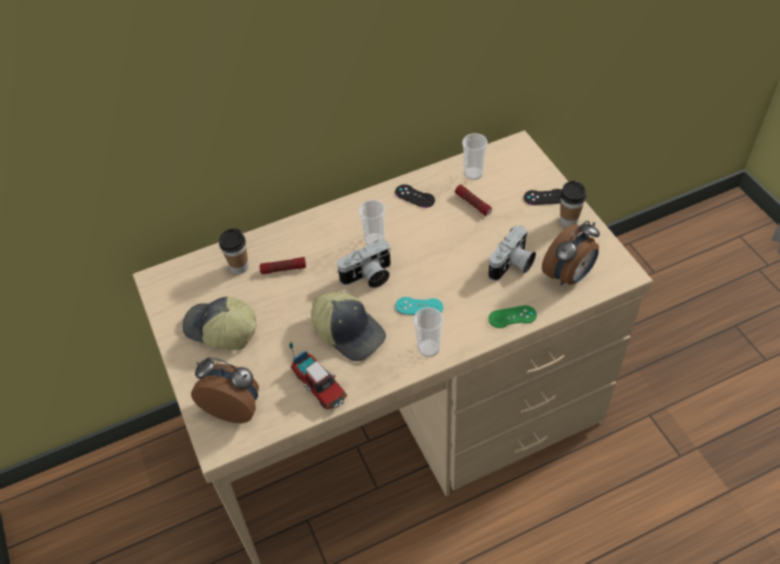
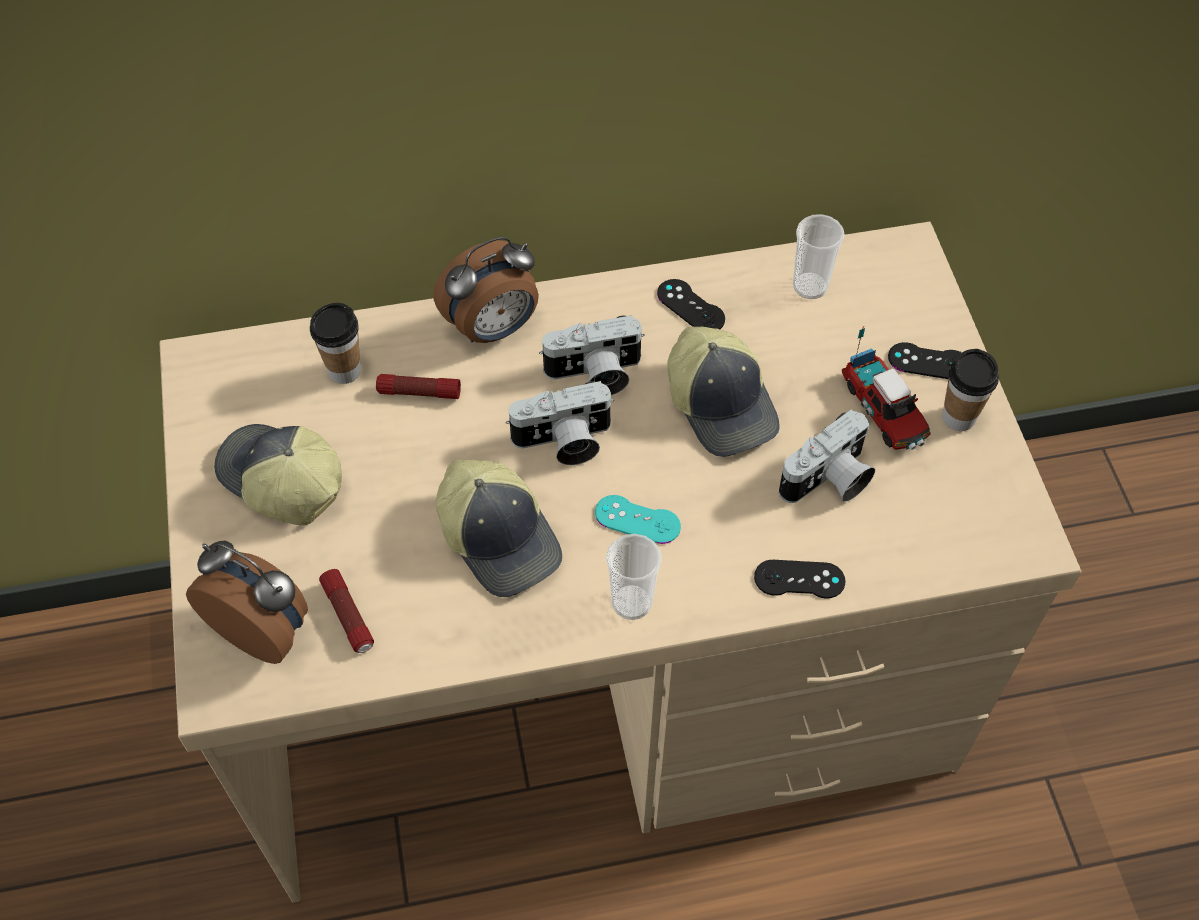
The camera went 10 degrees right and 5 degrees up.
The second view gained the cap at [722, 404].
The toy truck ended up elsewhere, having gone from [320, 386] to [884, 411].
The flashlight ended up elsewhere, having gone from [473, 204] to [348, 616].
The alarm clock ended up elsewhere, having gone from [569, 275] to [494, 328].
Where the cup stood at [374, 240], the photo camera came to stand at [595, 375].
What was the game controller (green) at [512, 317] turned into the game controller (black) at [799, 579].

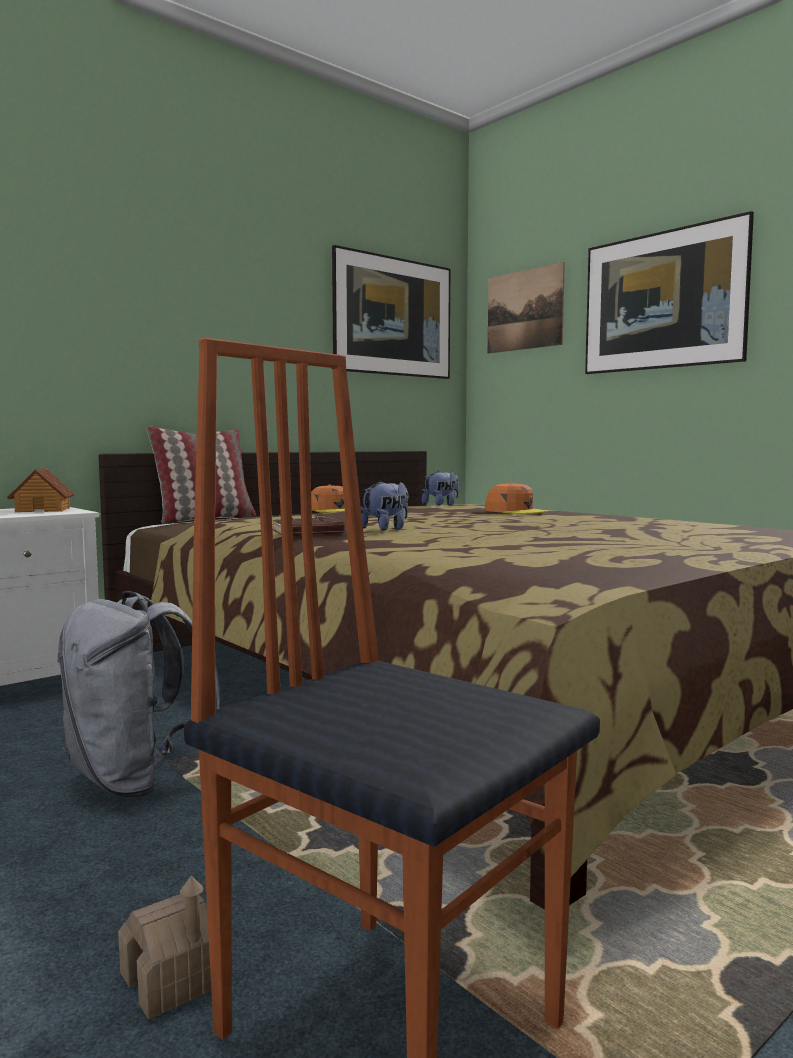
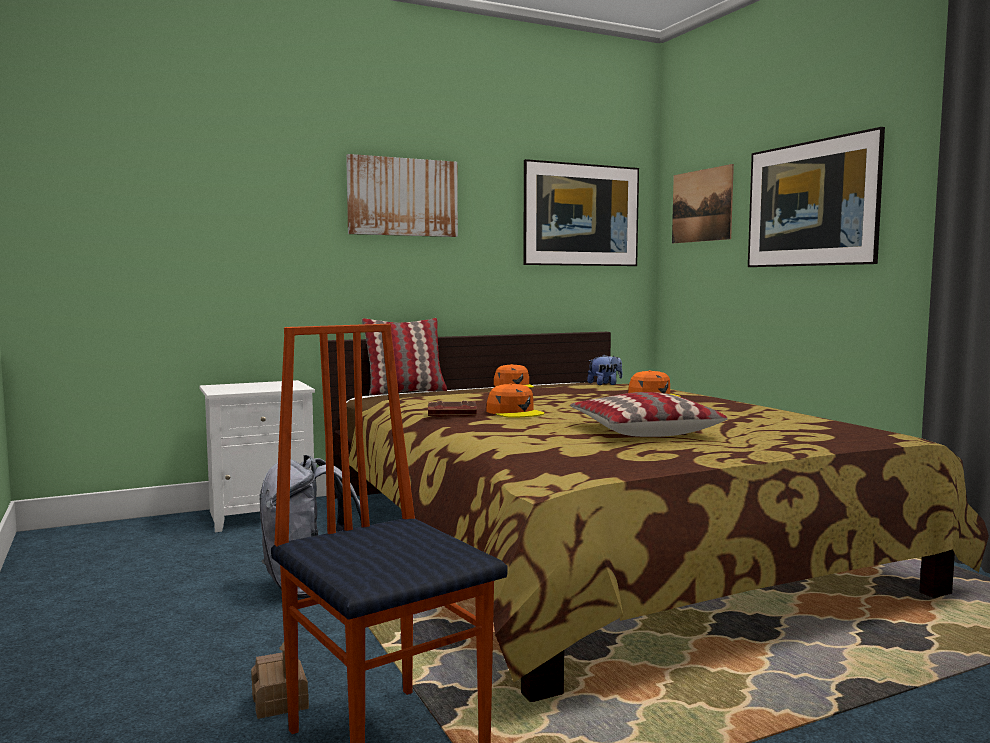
The camera went 15 degrees right and 0 degrees up.
The second view lost the toy house at [43, 510].
The second view gained the picture at [402, 197].
The second view gained the pillow at [643, 431].
Where the plush toy stood at [386, 529], the cap (orange) came to stand at [515, 412].

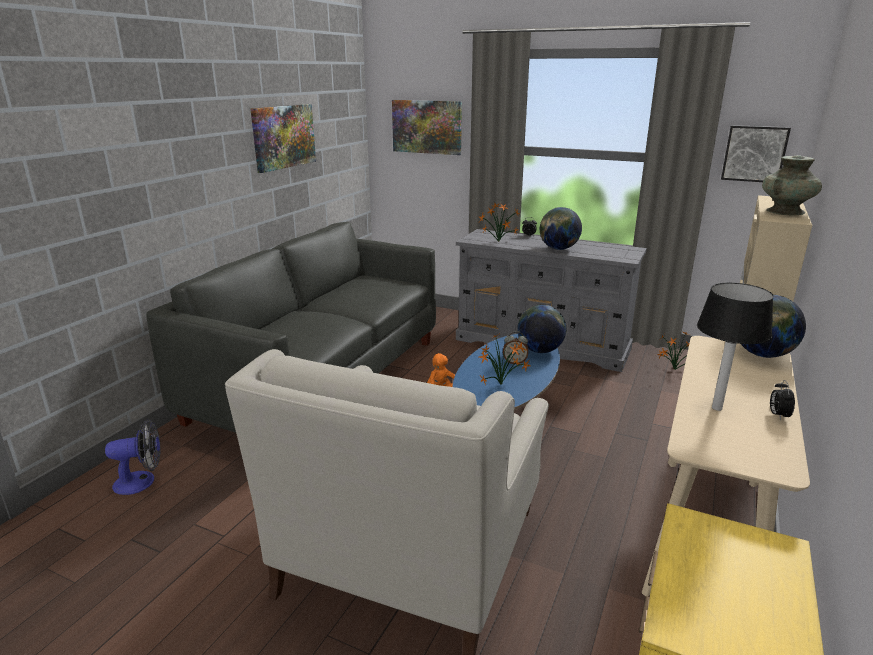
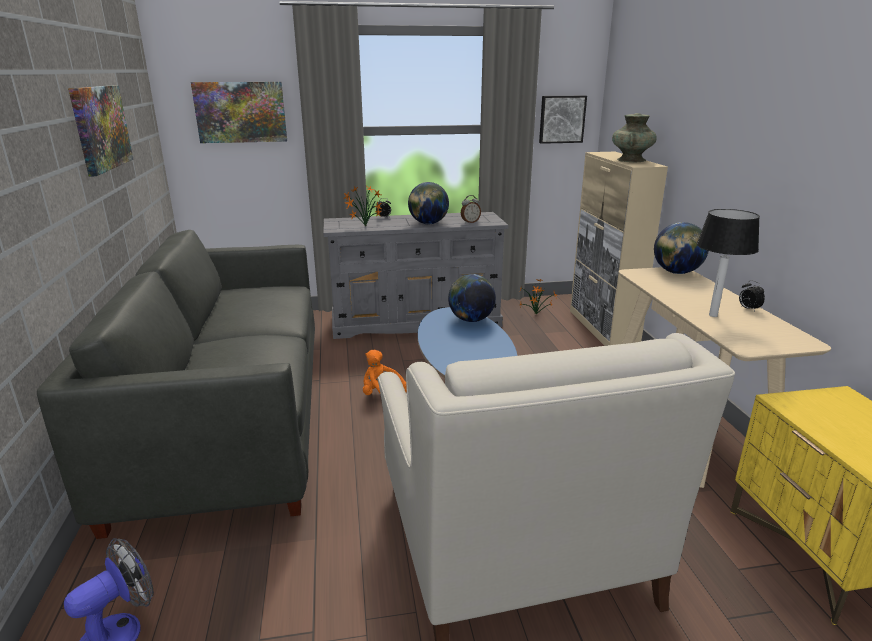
The camera went 35 degrees left and 0 degrees up.
The second view lost the potted plant at [502, 384].
The alarm clock ended up elsewhere, having gone from [514, 362] to [470, 222].

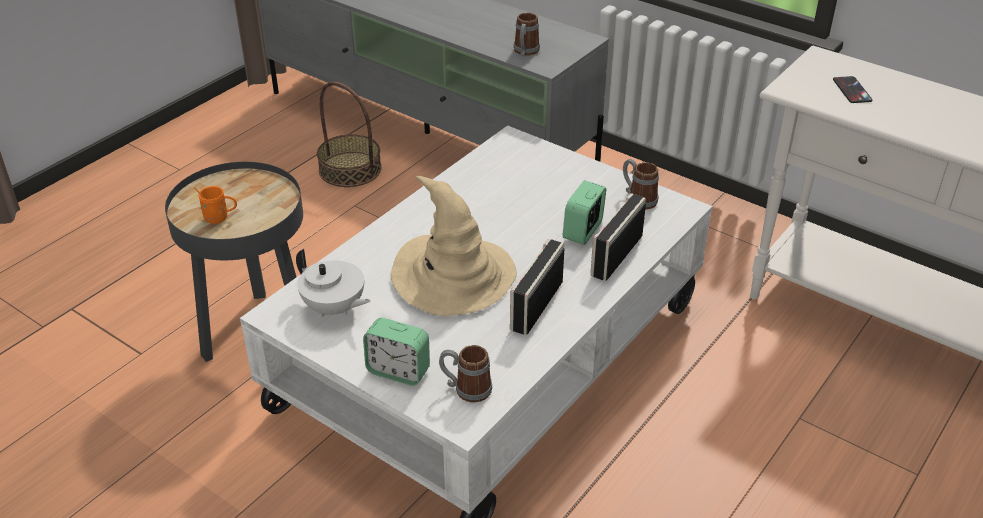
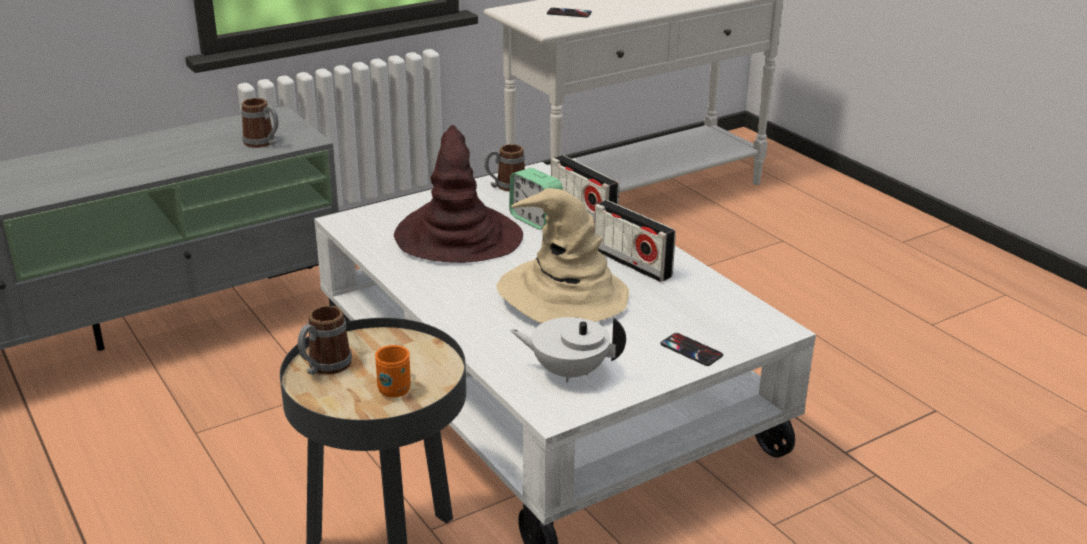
The camera went 70 degrees left and 10 degrees down.
The second view lost the basket at [350, 169].
The second view gained the hat (brown) at [458, 237].
The mug ended up elsewhere, having gone from [466, 389] to [324, 367].
Where the alarm clock stood at [398, 371], the phone came to stand at [691, 350].
The teapot (white) at [334, 308] ended up facing another way, 135 degrees counterclockwise from before.

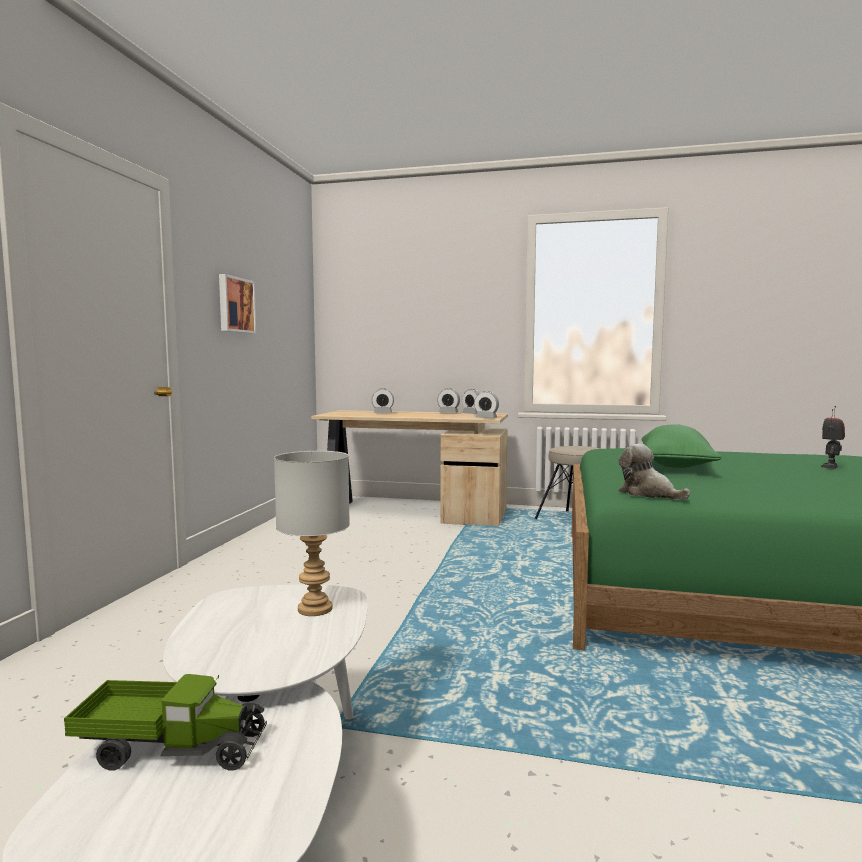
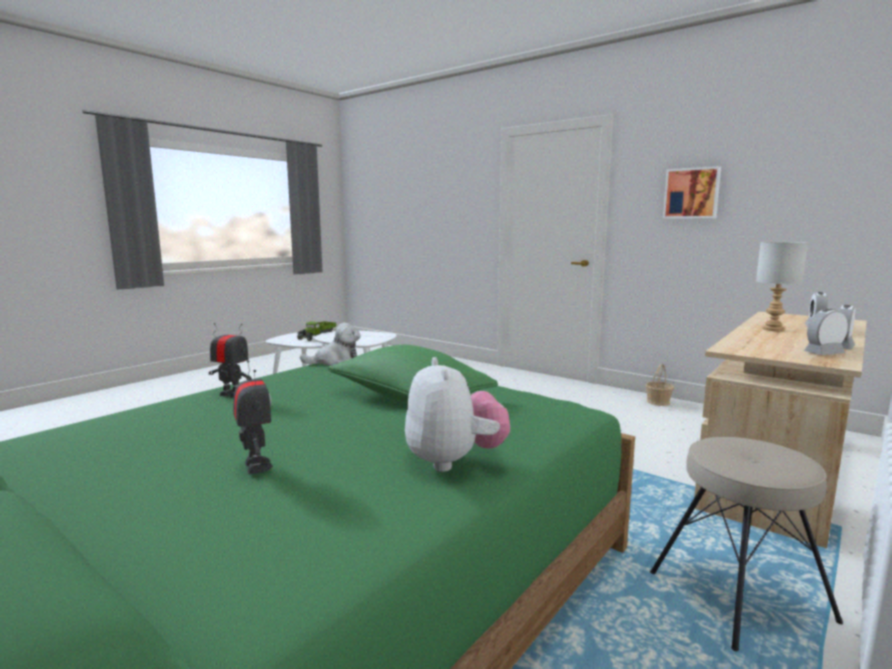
The camera went 115 degrees right and 5 degrees up.
The second view lost the alarm clock at [486, 418].
The second view gained the toy robot at [232, 395].
The second view gained the plush toy at [454, 461].
The second view gained the basket at [658, 402].
The table lamp (grey) ended up elsewhere, having gone from [315, 608] to [774, 329].

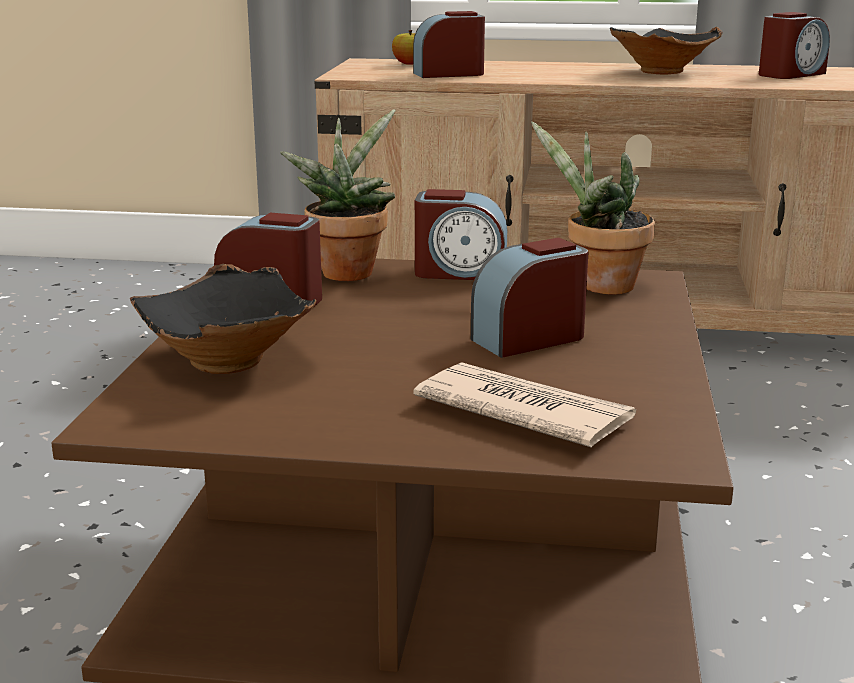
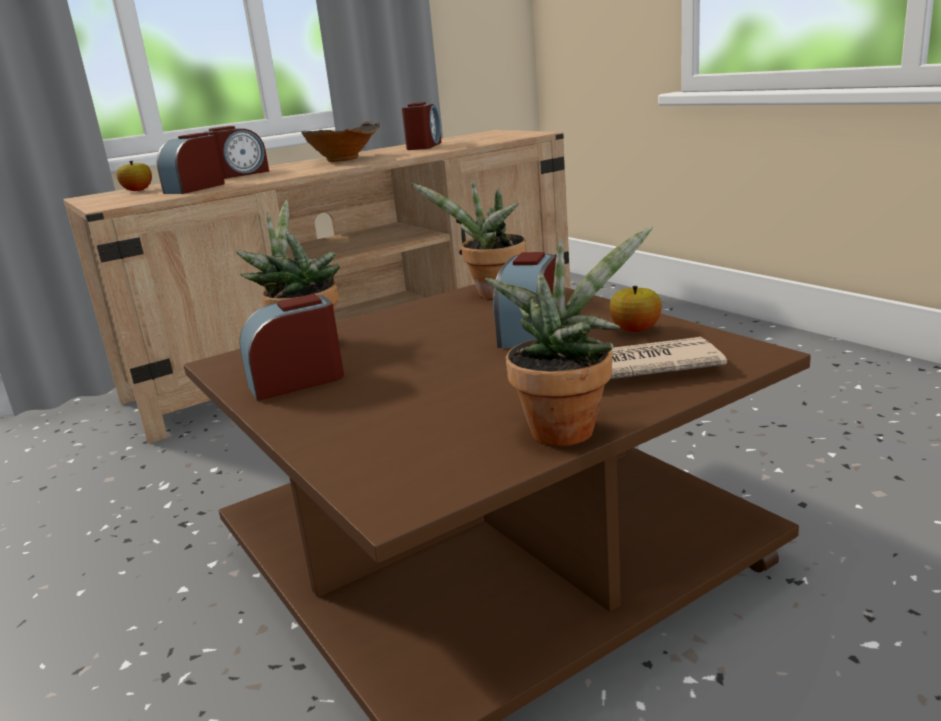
The camera went 40 degrees left and 0 degrees up.
The second view lost the bowl (black) at [233, 360].
The second view gained the potted plant at [567, 427].
The second view gained the apple at [635, 330].
The alarm clock ended up elsewhere, having gone from [460, 272] to [240, 174].

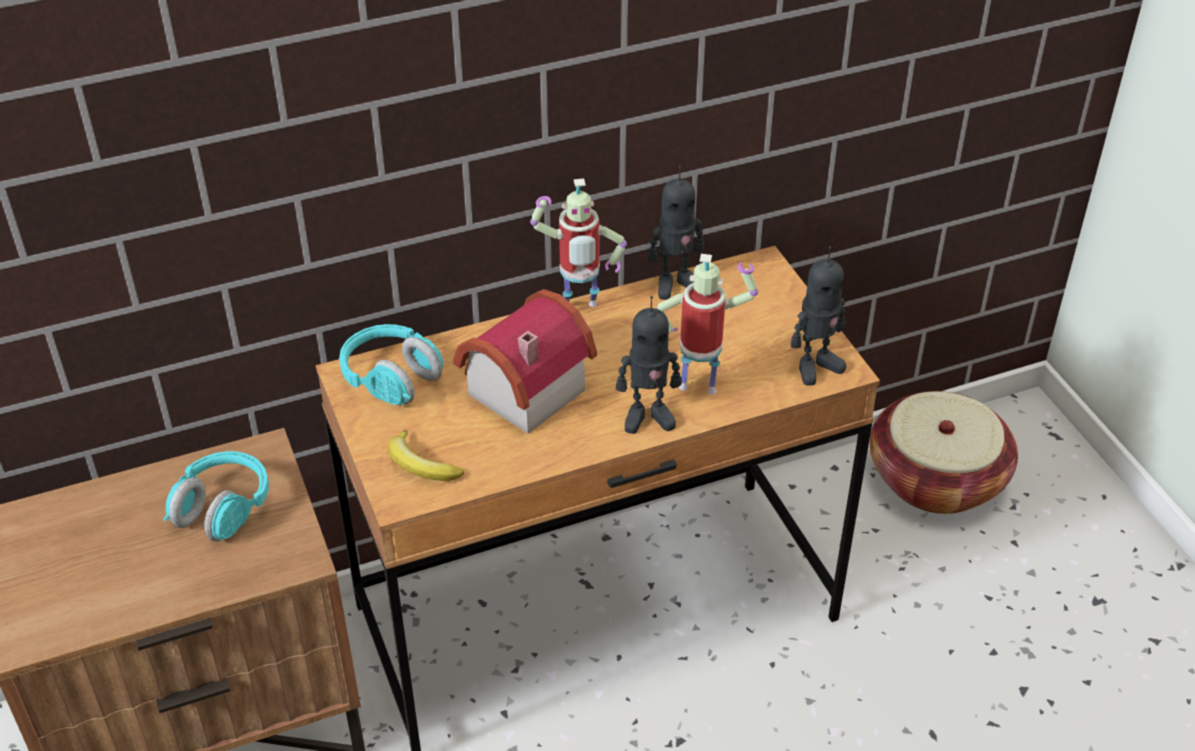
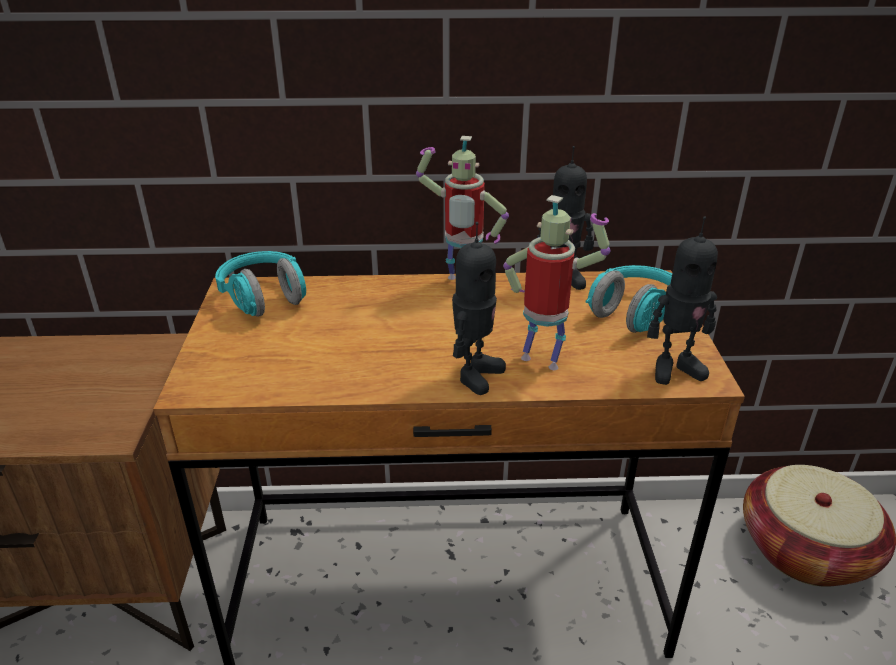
The camera went 20 degrees right and 10 degrees down.
The second view lost the banana at [421, 465].
The second view lost the toy house at [519, 390].
The headphones (turquoise) ended up elsewhere, having gone from [222, 510] to [634, 314].
The toy robot at [648, 417] ended up facing another way, 75 degrees counterclockwise from before.

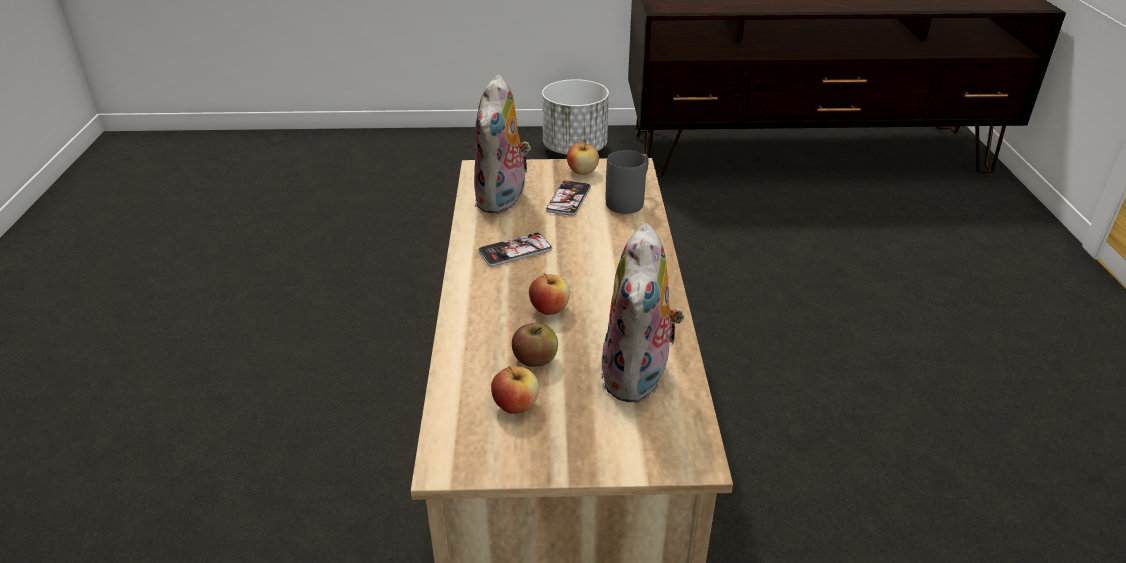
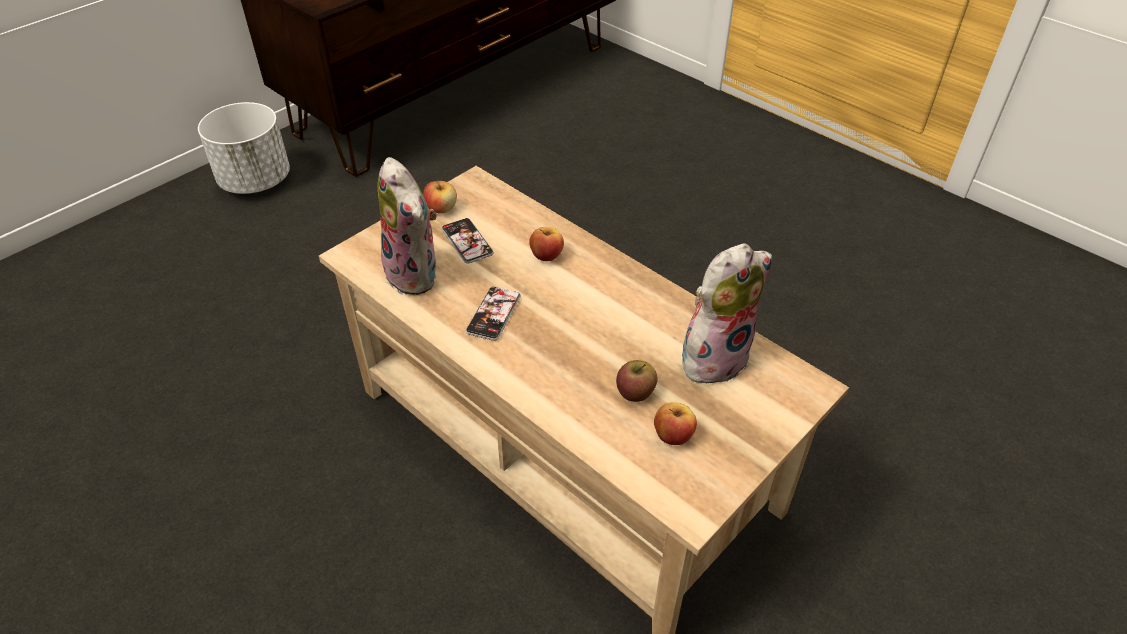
The camera went 45 degrees left and 10 degrees up.
The second view lost the mug (grey) at [629, 201].
The apple ended up elsewhere, having gone from [549, 309] to [546, 255].
The plush toy at [639, 378] ended up facing another way, 90 degrees counterclockwise from before.

